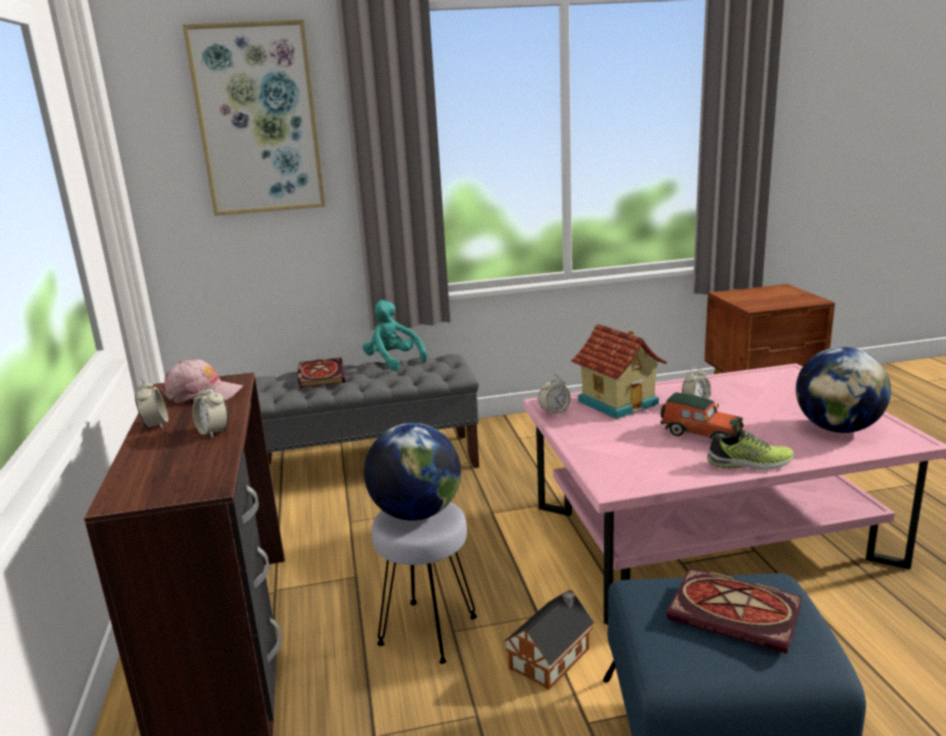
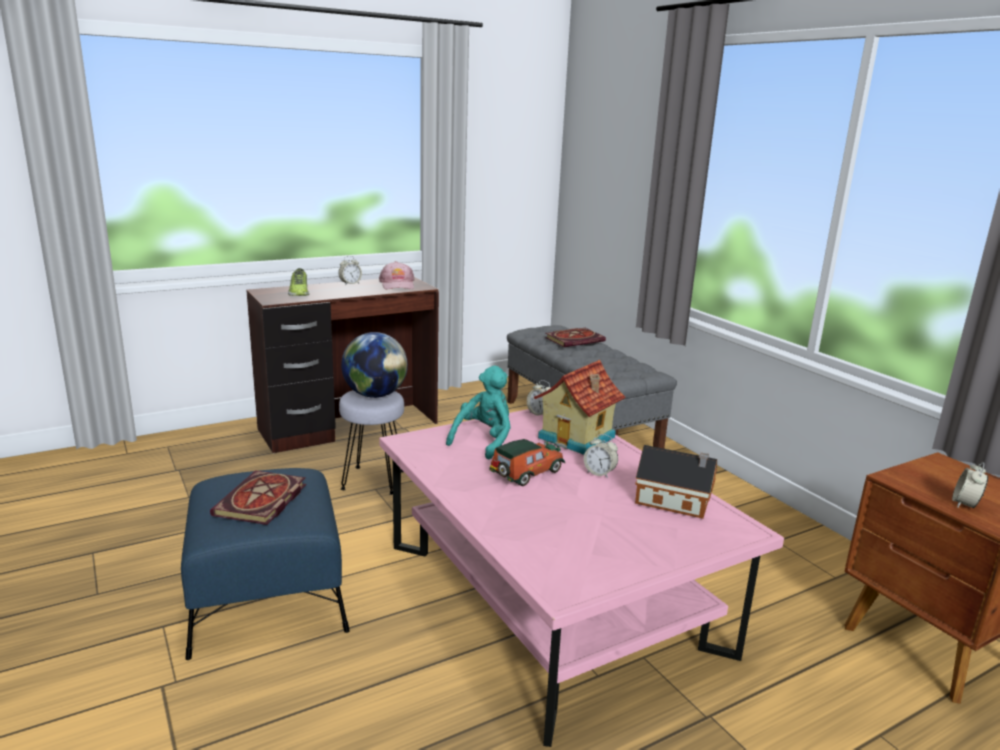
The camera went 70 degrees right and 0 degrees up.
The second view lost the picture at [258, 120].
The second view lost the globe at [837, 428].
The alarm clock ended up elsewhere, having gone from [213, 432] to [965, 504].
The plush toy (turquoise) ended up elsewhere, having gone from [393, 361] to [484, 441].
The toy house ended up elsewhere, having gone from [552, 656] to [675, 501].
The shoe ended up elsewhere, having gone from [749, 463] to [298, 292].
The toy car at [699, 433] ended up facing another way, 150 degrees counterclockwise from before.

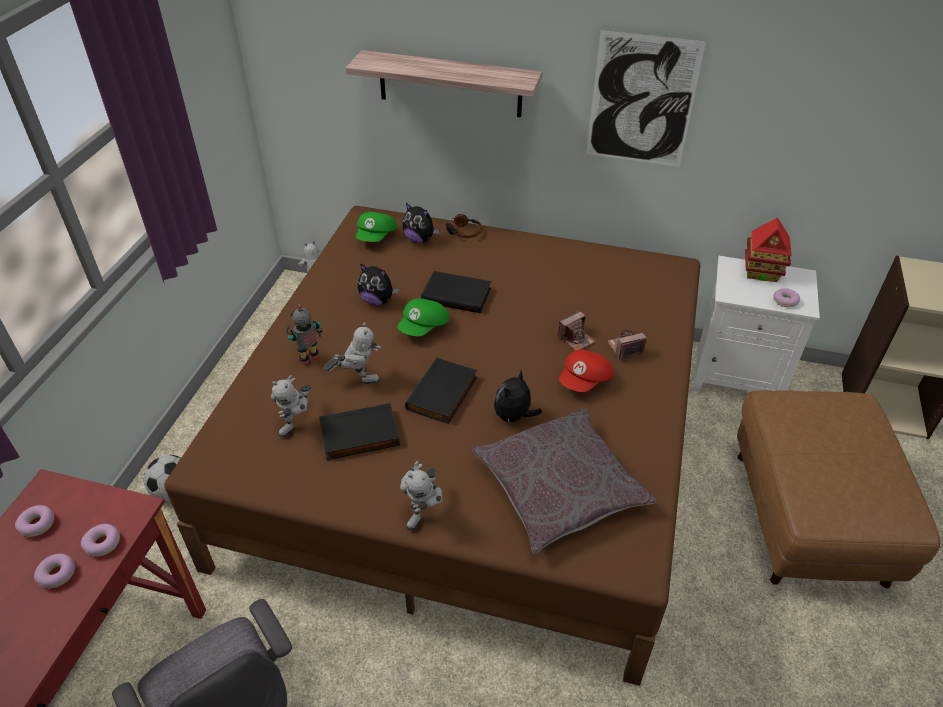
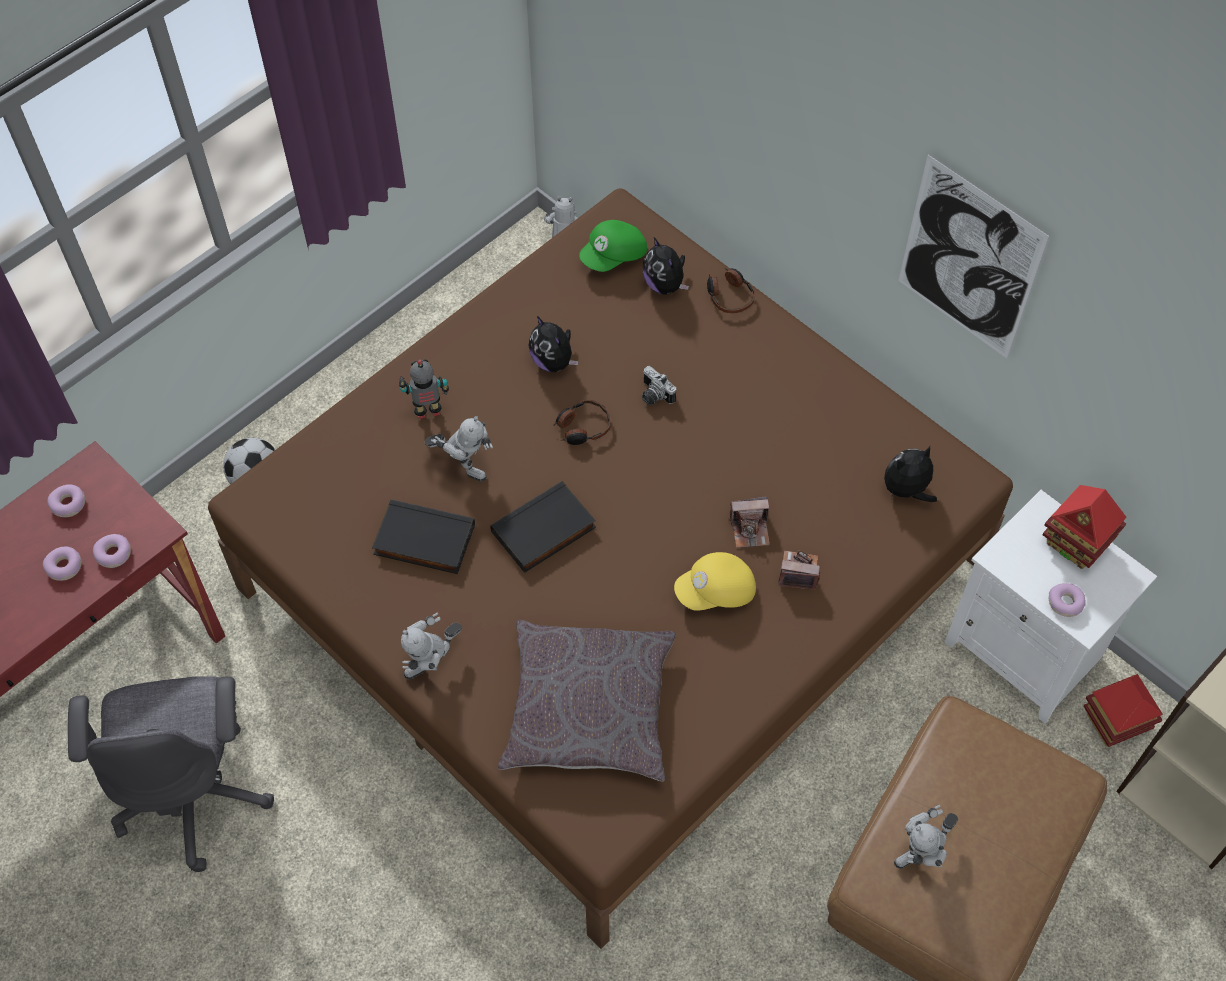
The camera went 30 degrees right and 15 degrees up.
The second view lost the shelf at [450, 84].
The second view gained the toy house at [1114, 723].
The toy robot ended up elsewhere, having gone from [298, 424] to [922, 854].
The plush toy ended up elsewhere, having gone from [514, 417] to [906, 491].
Where the cap (green) stood at [424, 327], the headphones came to stand at [582, 427].
Where the book (black) stood at [457, 294], the photo camera came to stand at [653, 395].
What was the cap (red) at [585, 381] turned into the cap (yellow) at [716, 592].

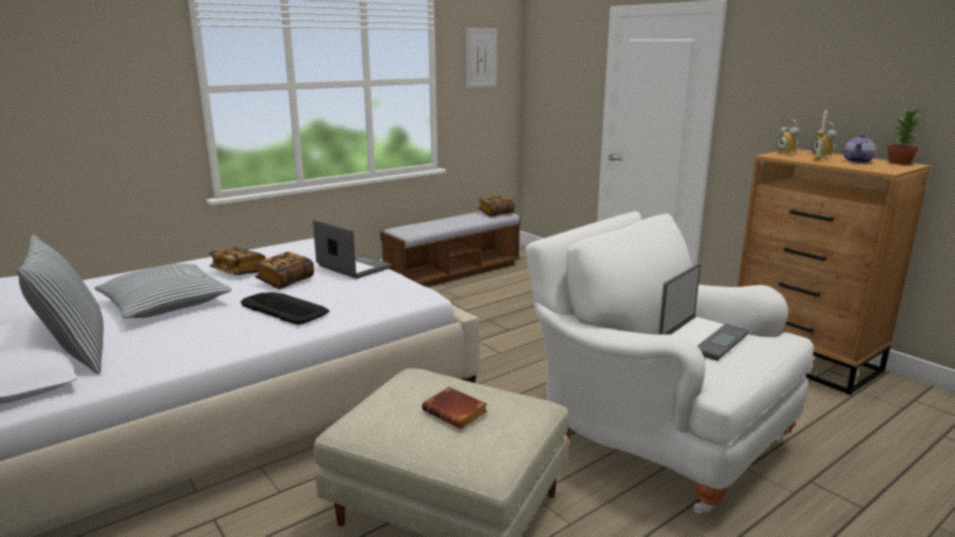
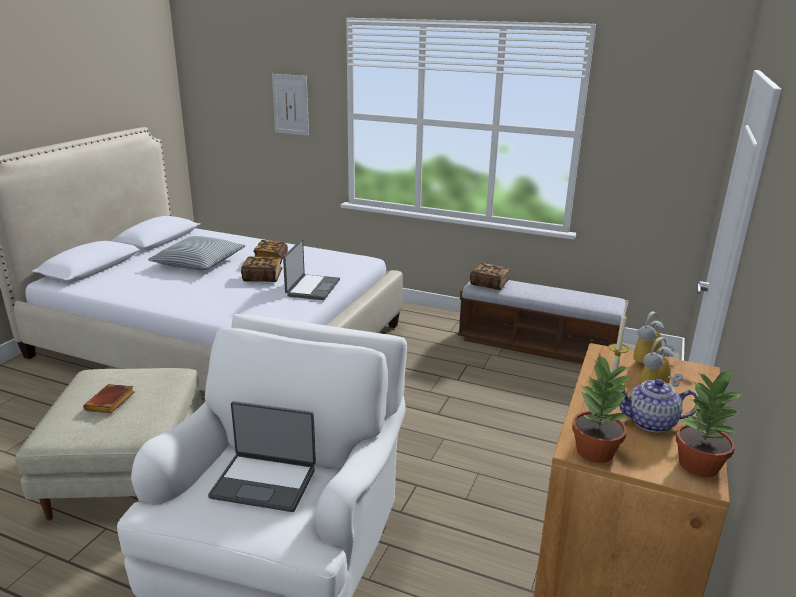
The camera went 60 degrees right and 5 degrees up.
The second view lost the pillow at [76, 354].
The second view lost the keyboard at [284, 308].
The second view gained the potted plant at [594, 450].
The picture ended up elsewhere, having gone from [481, 58] to [290, 104].
The book ended up elsewhere, having gone from [496, 213] to [489, 284].

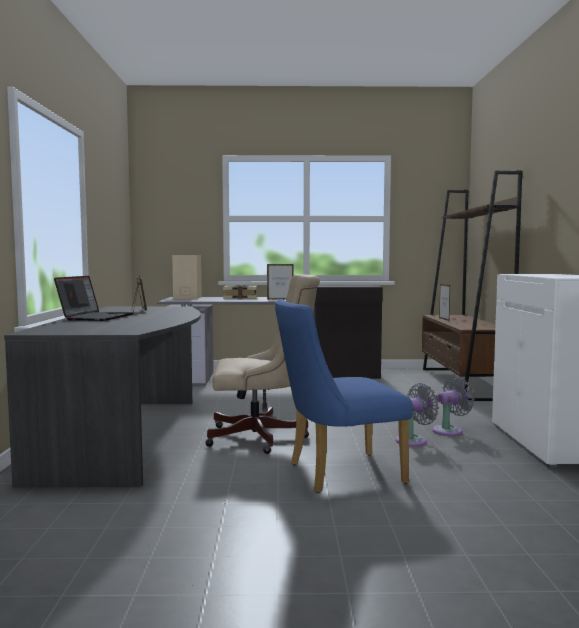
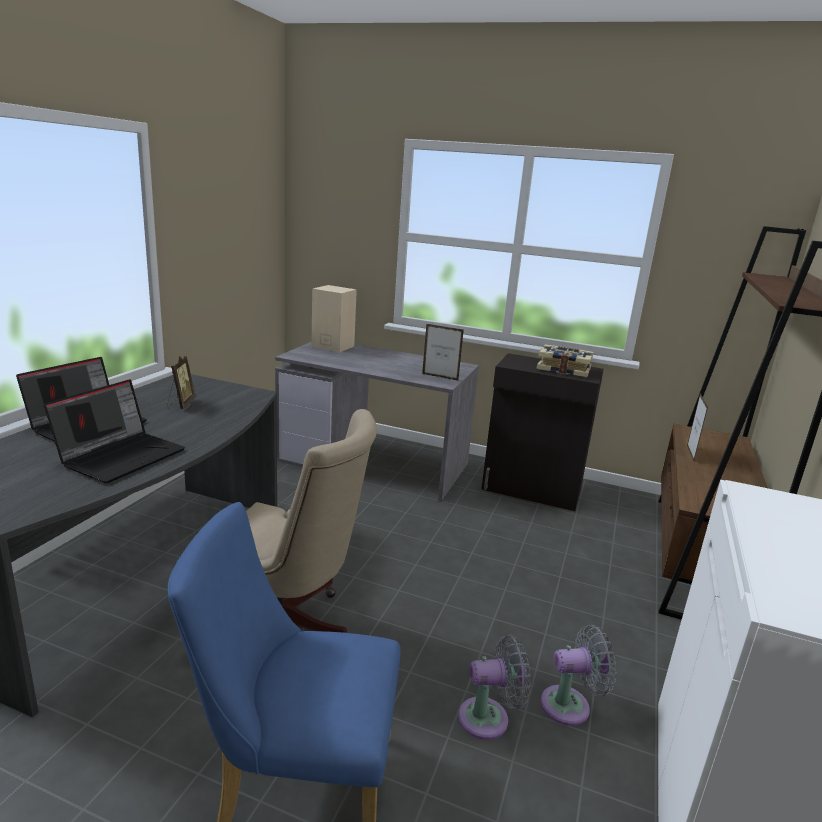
The camera went 20 degrees right and 15 degrees up.
The second view gained the laptop at [122, 456].
The book ended up elsewhere, having gone from [240, 298] to [563, 369].

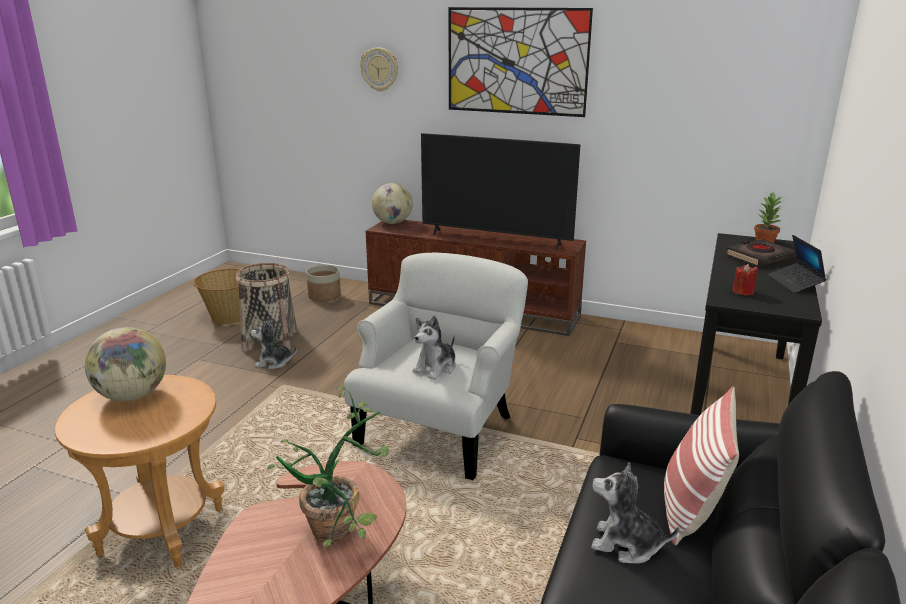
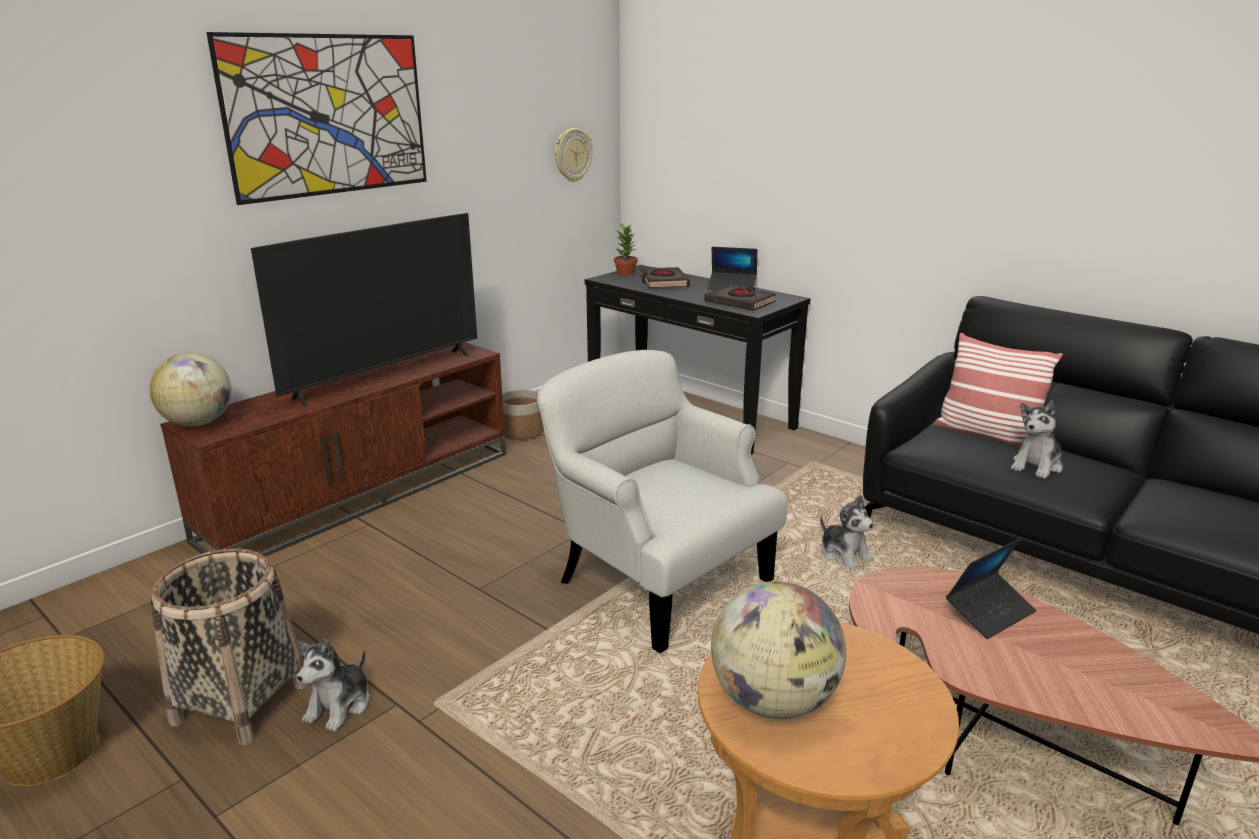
The camera went 70 degrees left and 0 degrees up.
The planter ended up elsewhere, having gone from [325, 296] to [522, 432].
The wall clock ended up elsewhere, having gone from [380, 69] to [572, 155].
The plush toy ended up elsewhere, having gone from [436, 368] to [844, 554].
Where the potted plant stood at [343, 531], the laptop came to stand at [989, 612].
Where the candle (red) stood at [743, 292], the book (black) came to stand at [740, 303].

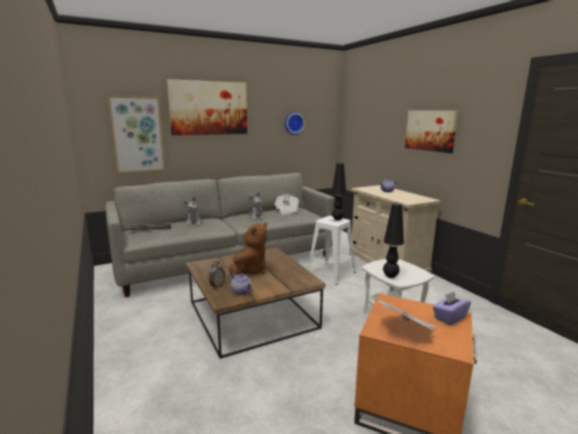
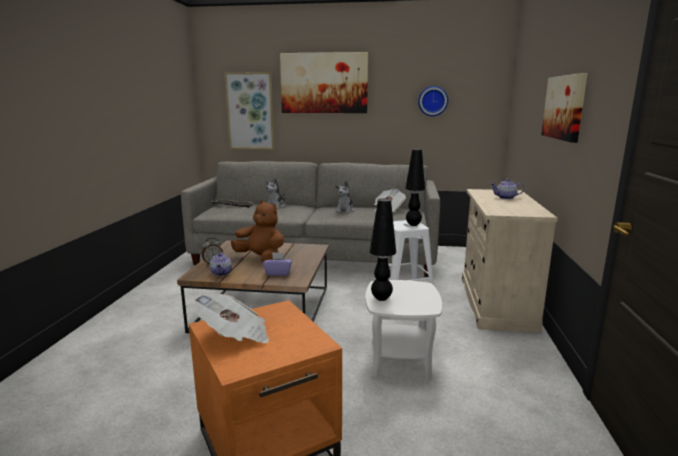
The camera went 35 degrees right and 0 degrees up.
The tissue box (purple) ended up elsewhere, having gone from [449, 318] to [278, 273].
The plush toy (brown) at [250, 271] ended up facing another way, 120 degrees counterclockwise from before.

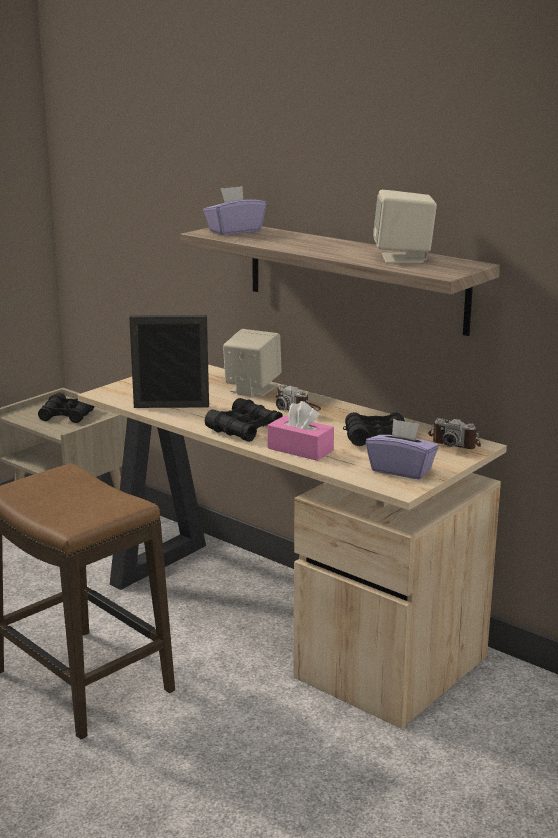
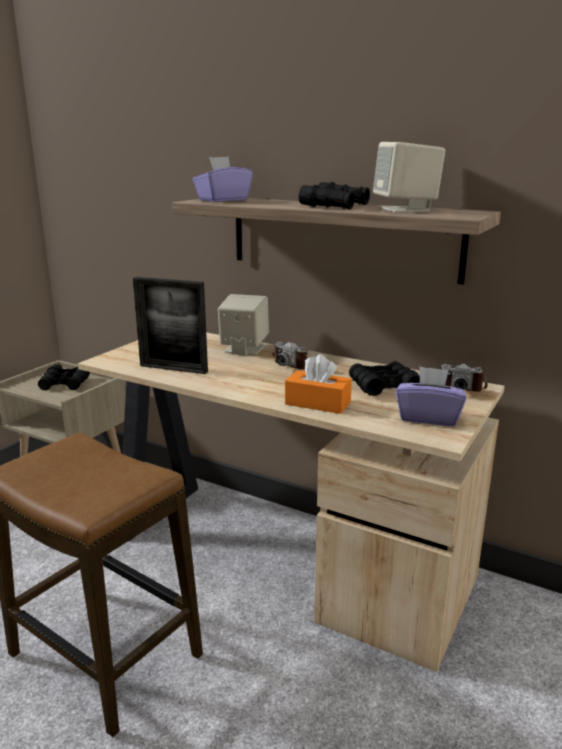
The camera went 10 degrees left and 0 degrees up.
The binoculars (black) ended up elsewhere, having gone from [244, 429] to [335, 206].
What was the tissue box (pink) at [300, 449] turned into the tissue box (orange) at [317, 403].
The picture frame at [171, 406] ended up facing another way, 150 degrees counterclockwise from before.

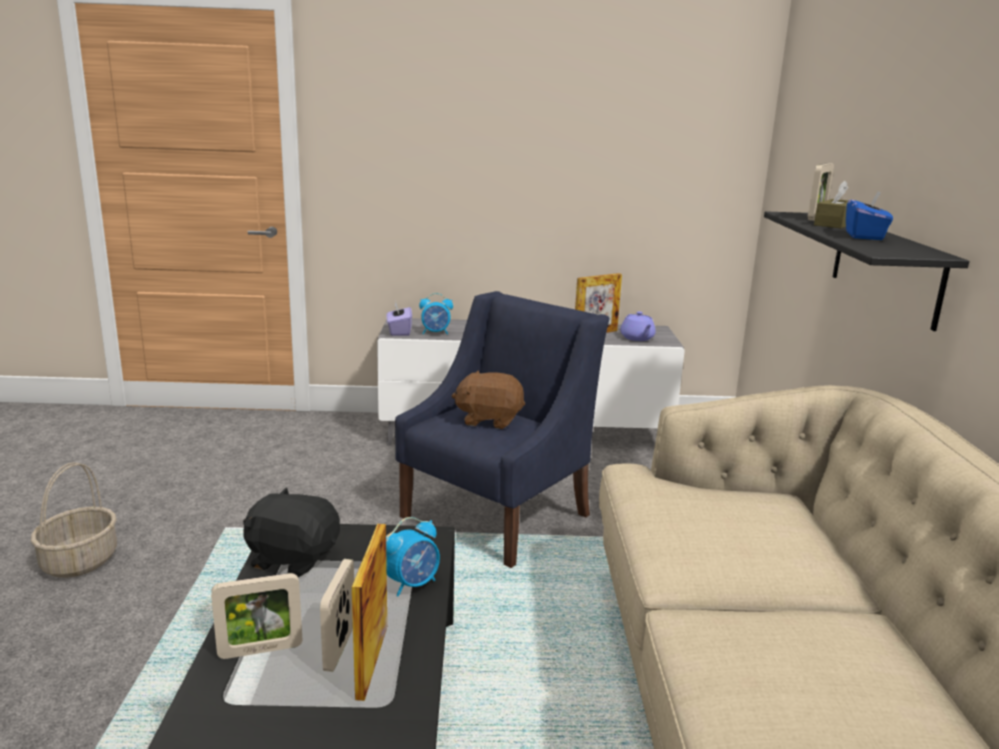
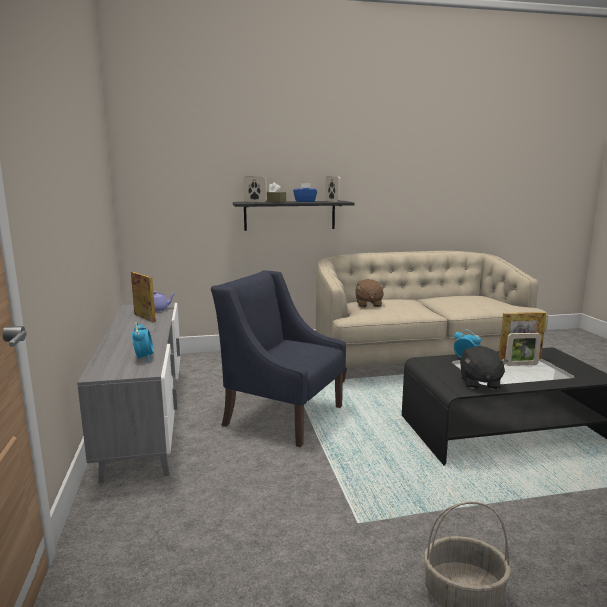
The camera went 100 degrees left and 5 degrees down.
The second view lost the tissue box (purple) at [399, 332].
The picture frame ended up elsewhere, having gone from [260, 650] to [332, 201].
The plush toy (brown) ended up elsewhere, having gone from [489, 419] to [368, 304].

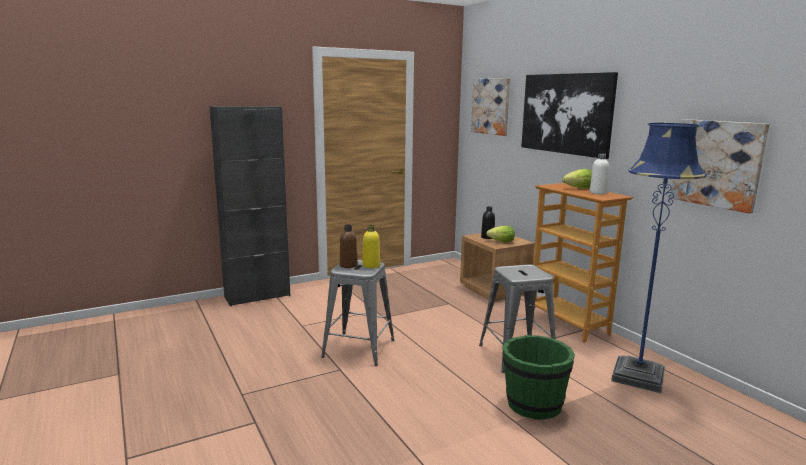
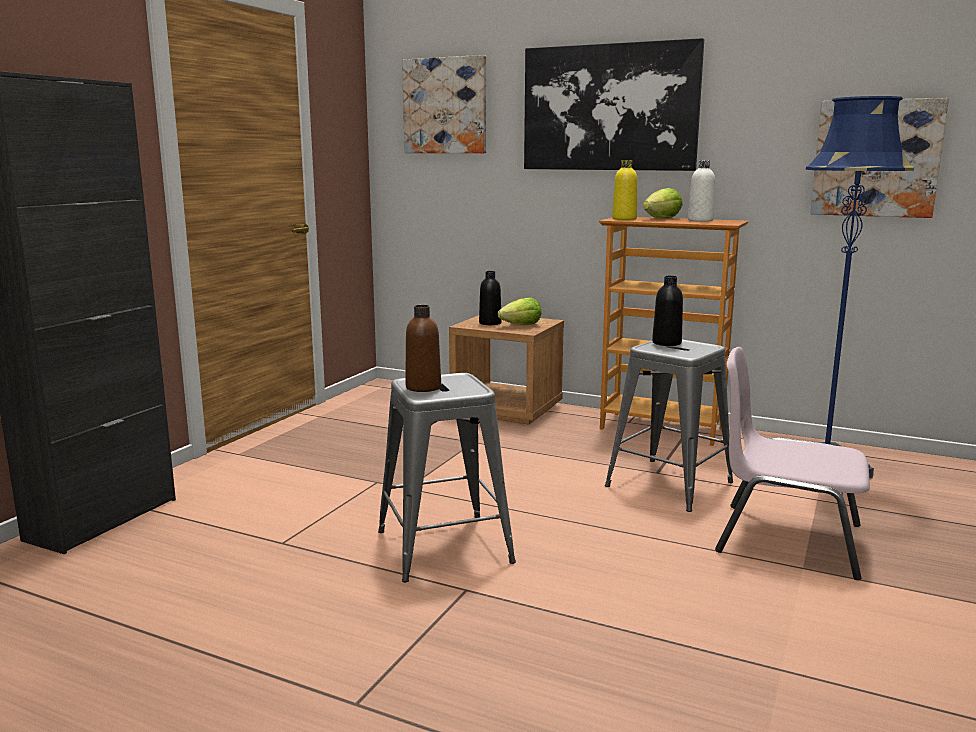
The camera went 35 degrees left and 0 degrees up.
The second view gained the bottle (black) at [666, 343].
The bottle (yellow) ended up elsewhere, having gone from [371, 265] to [624, 219].
Where the bucket (green) stood at [533, 404], the chair (pink) came to stand at [786, 538].

